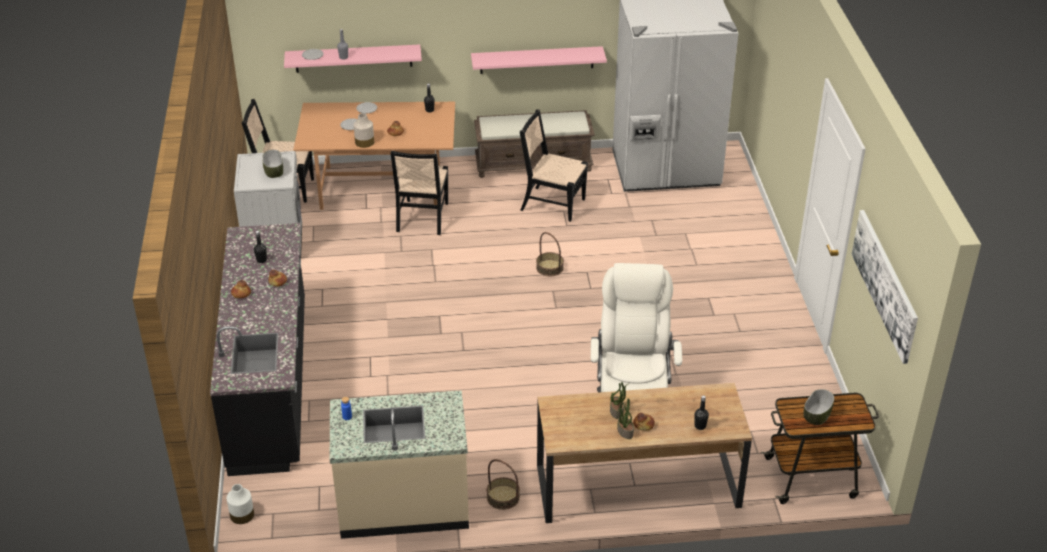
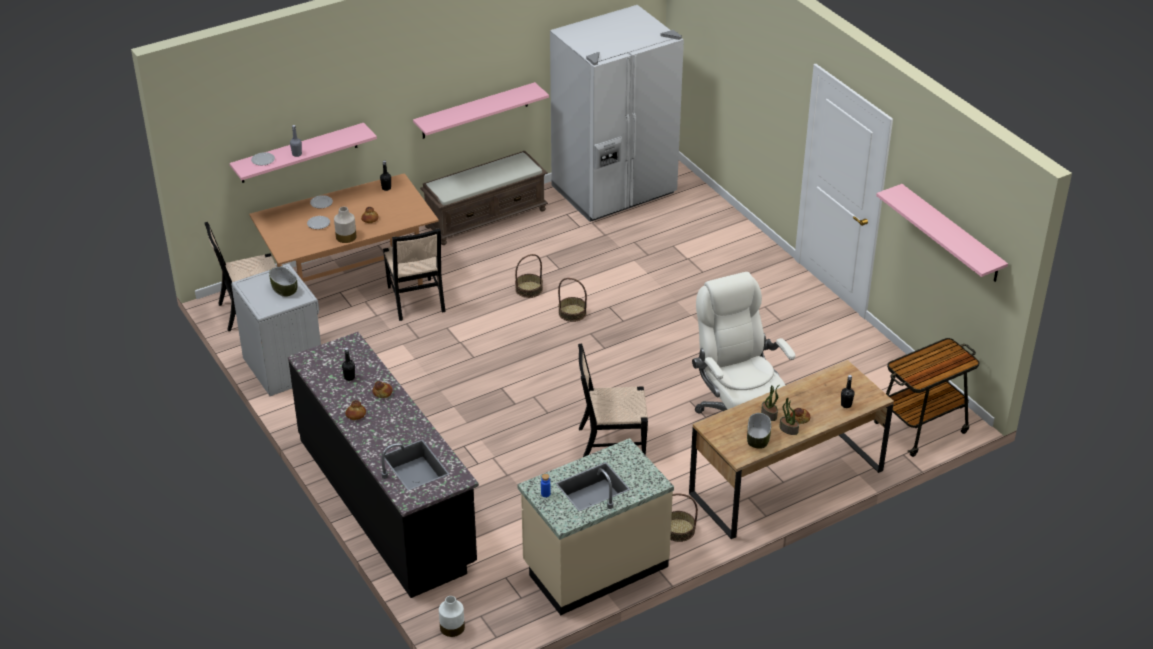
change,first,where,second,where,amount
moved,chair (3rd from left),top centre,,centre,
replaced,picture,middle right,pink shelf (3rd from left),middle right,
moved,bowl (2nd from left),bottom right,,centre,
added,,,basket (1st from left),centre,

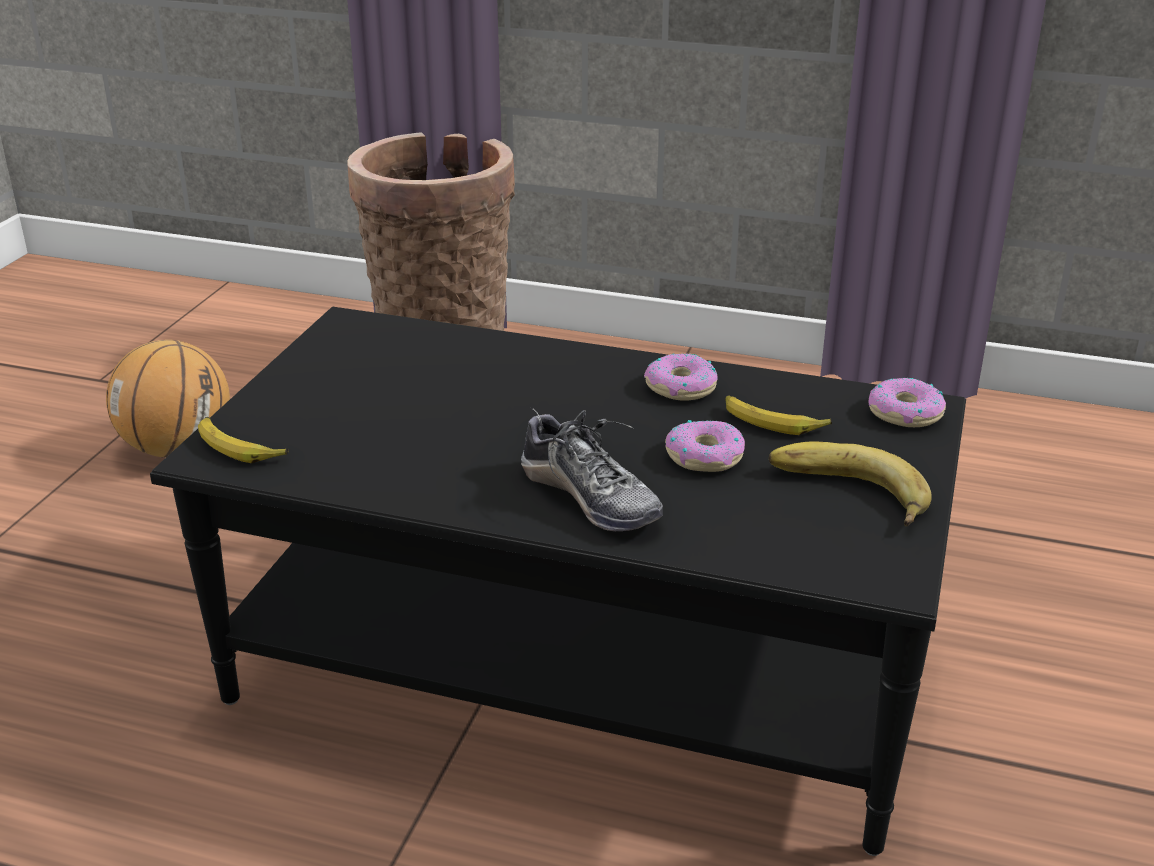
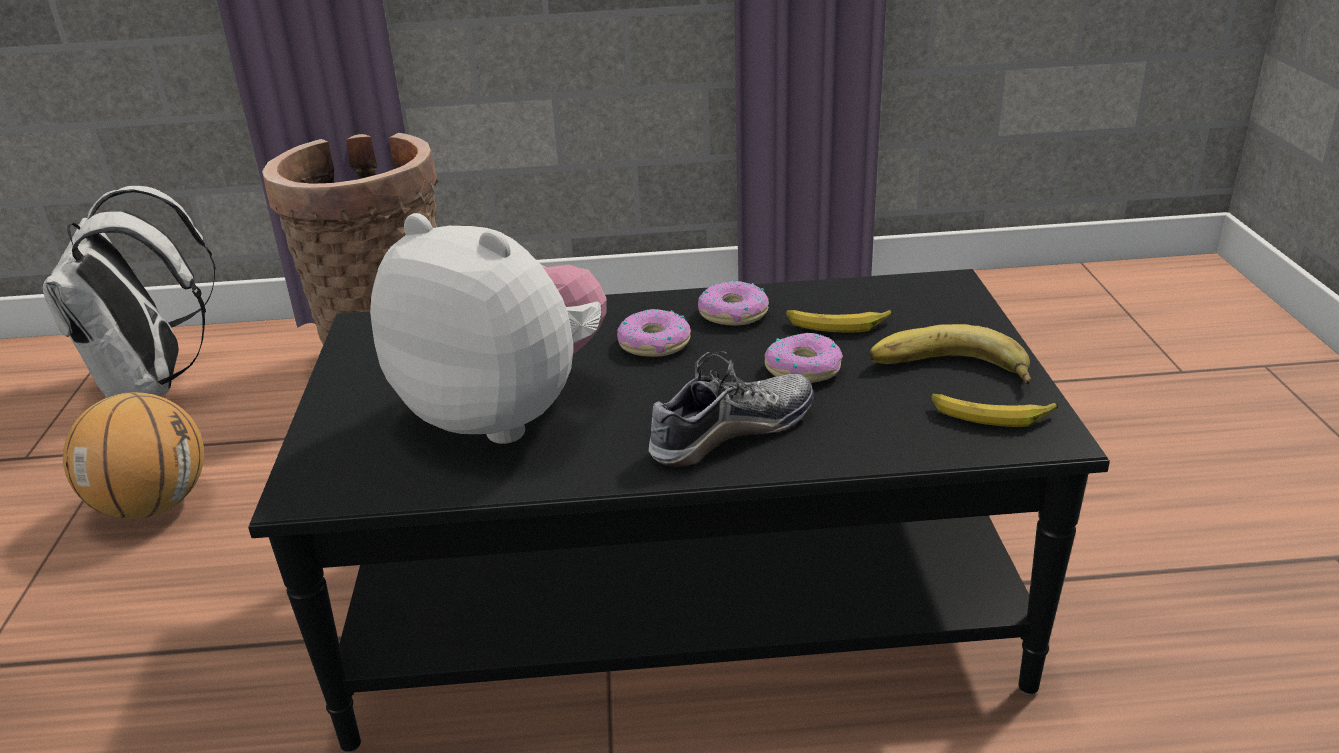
change,first,where,second,where,amount
moved,donut (3rd from left in the first image),middle right,donut (1st from left),centre,
turned,shoe,centre,,centre,60 degrees counterclockwise
moved,banana (1st from left in the first image),middle left,banana (3rd from left),middle right,
added,,,white backpack,middle left,
added,,,plush toy,centre,

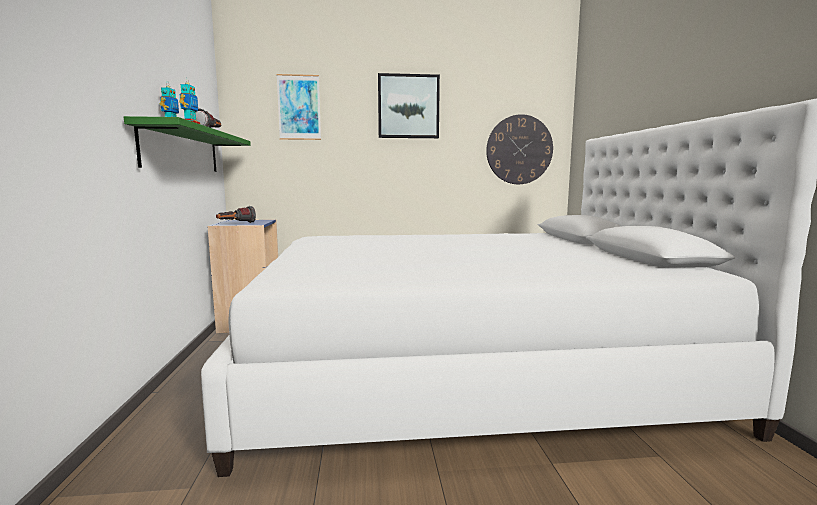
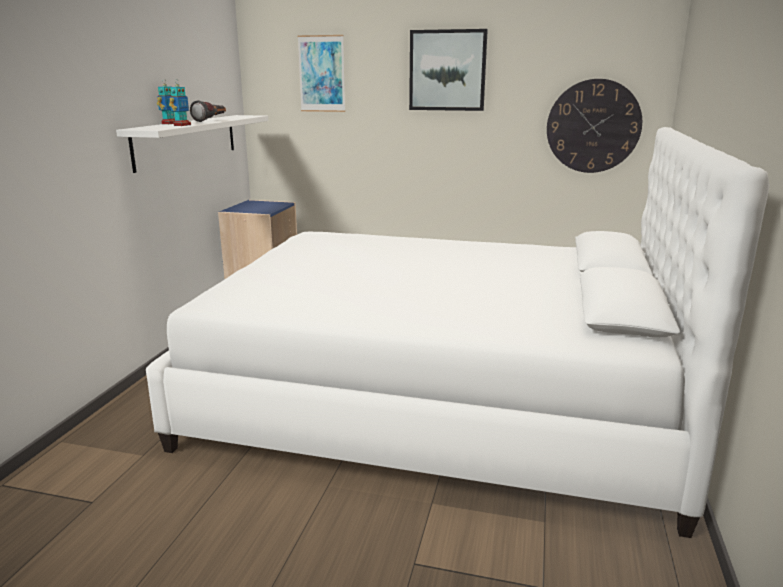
change,first,where,second,where,amount
recoloured,green shelf,top left,white shelf,top left,
removed,flashlight (2nd from left),middle left,,,

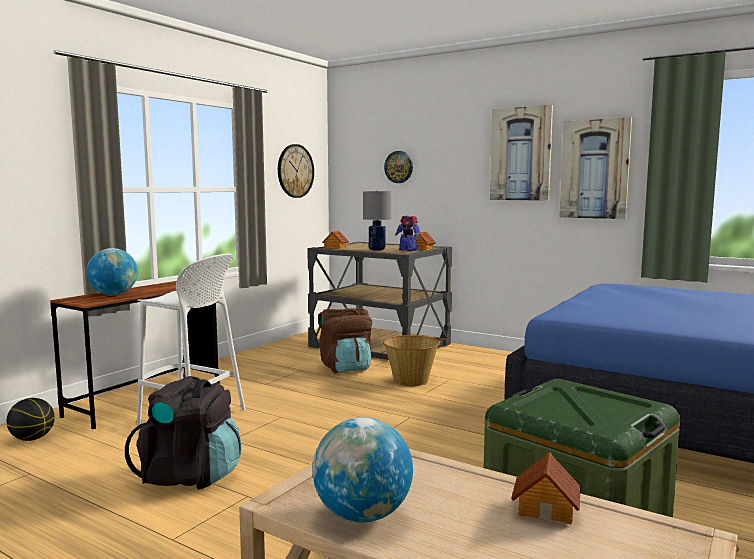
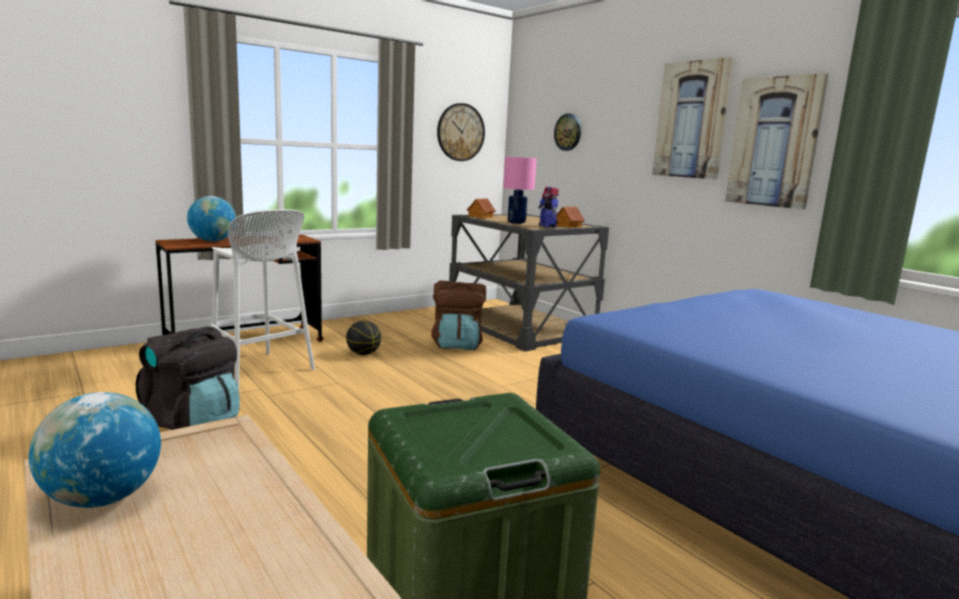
change,first,where,second,where,amount
recoloured,grey table lamp,centre,pink table lamp,top centre,
removed,basket,centre,,,
moved,basketball,bottom left,,centre,
removed,toy house (3rd from left),bottom right,,,

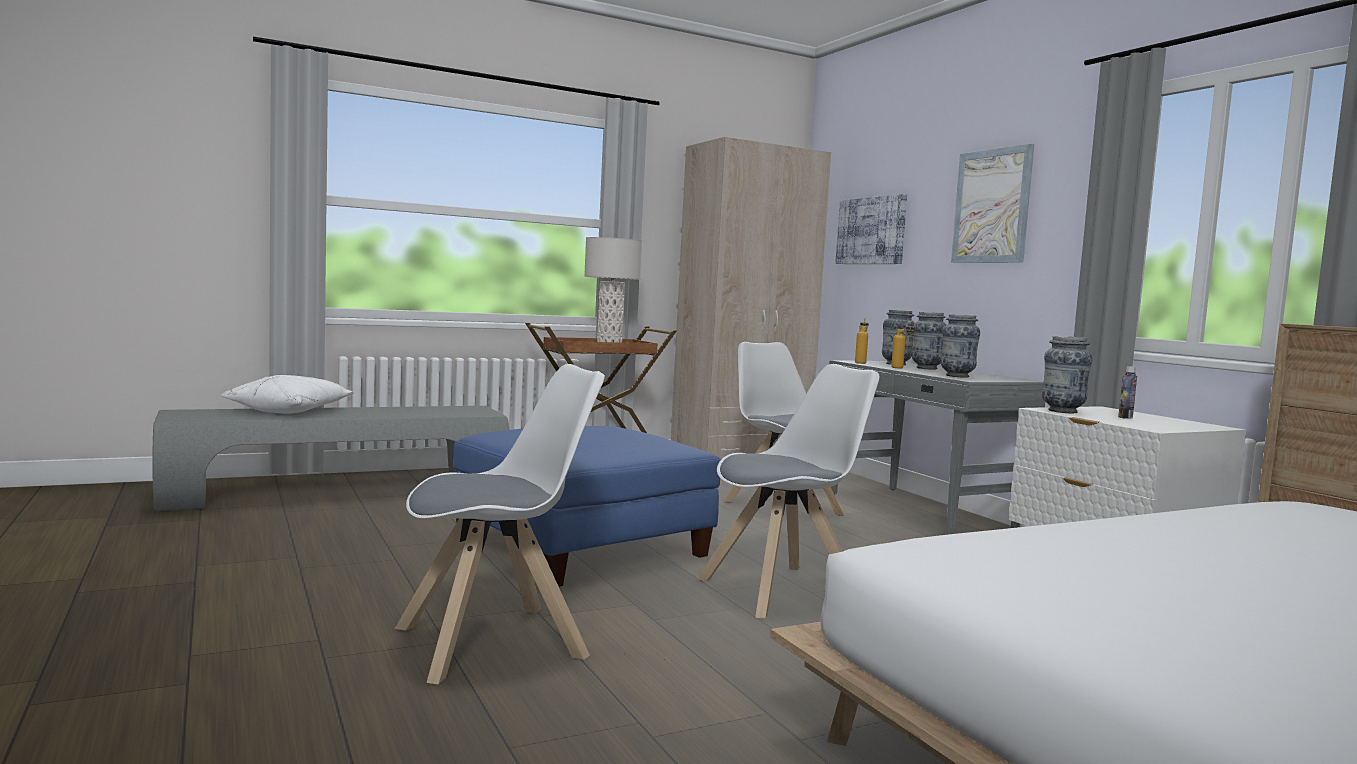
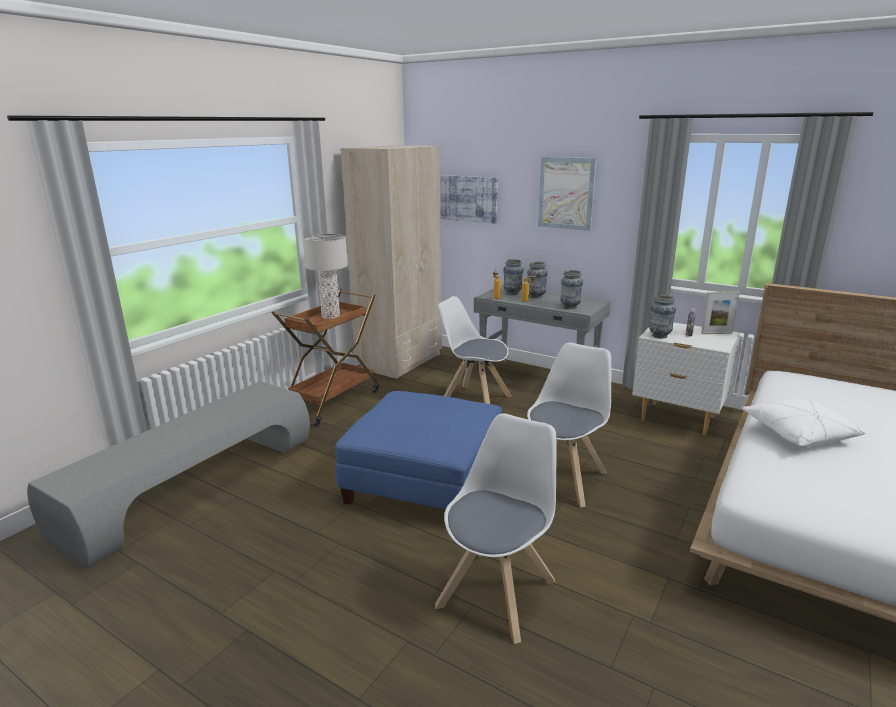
change,first,where,second,where,amount
moved,white pillow,middle left,,middle right,
added,,,picture frame,middle right,

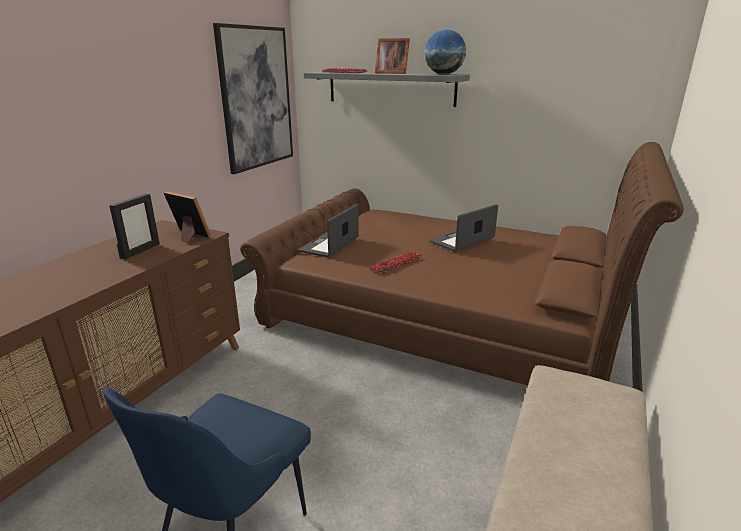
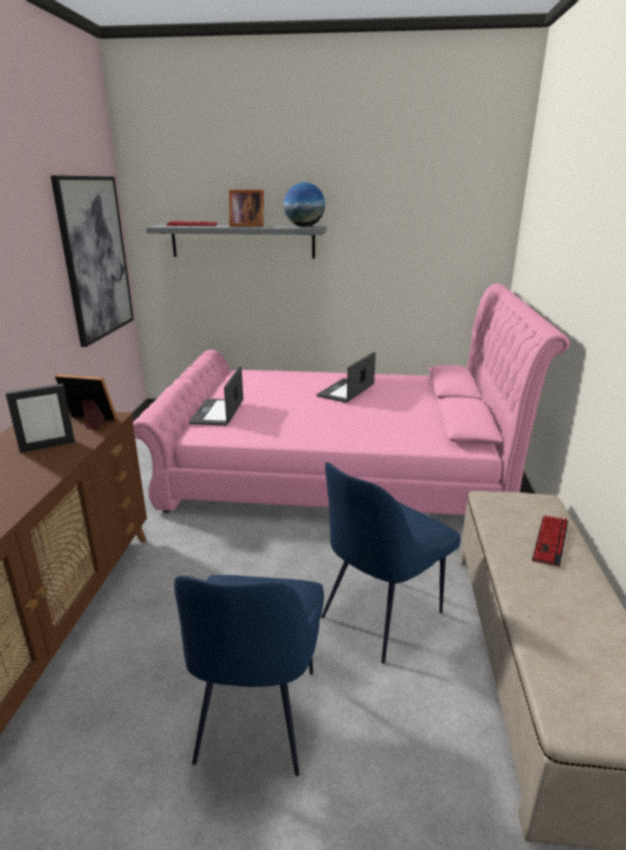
change,first,where,second,where,amount
recoloured,brown bed,centre,pink bed,centre,
turned,picture frame (1st from left),middle left,,middle left,60 degrees clockwise
moved,keyboard (2nd from left),centre,,middle right,
added,,,blue chair (2nd from left),centre,

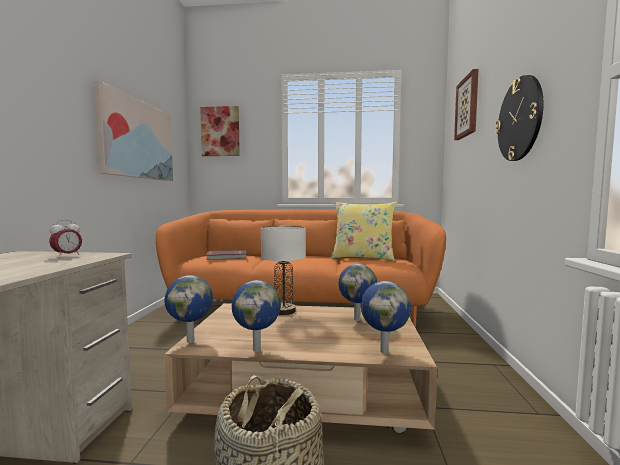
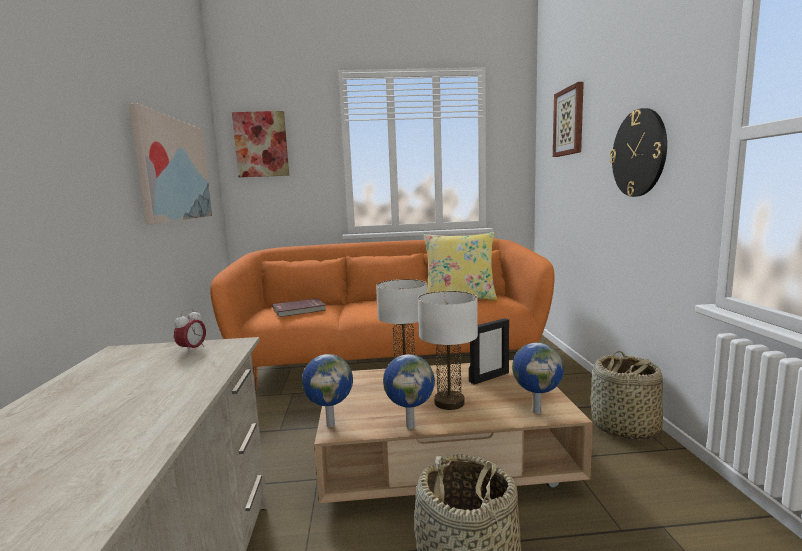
change,first,where,second,where,amount
replaced,globe (3rd from left),centre,picture frame,centre,
added,,,table lamp (2nd from left),centre,
added,,,basket (2nd from left),bottom right,

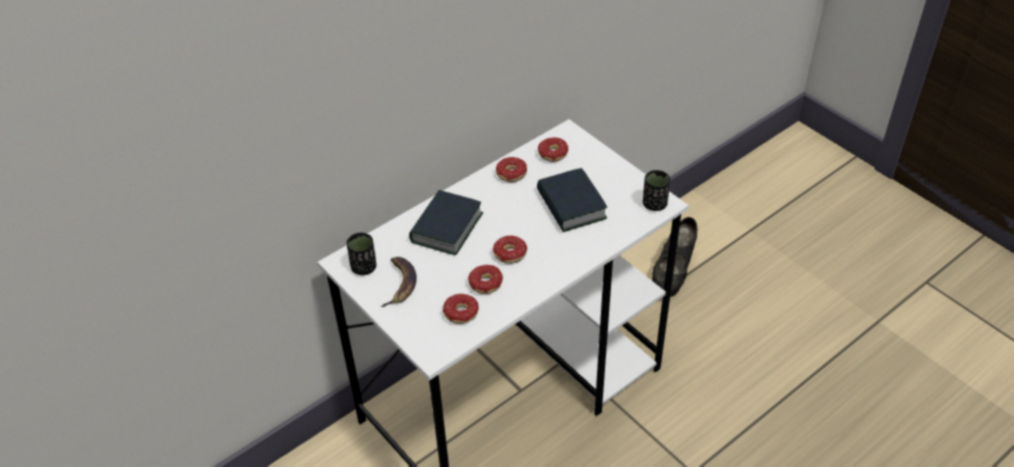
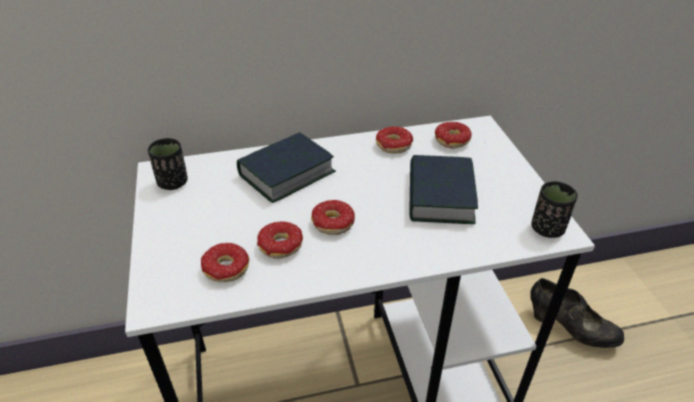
change,first,where,second,where,amount
turned,black shoe,centre,,bottom right,105 degrees counterclockwise
removed,banana,centre,,,

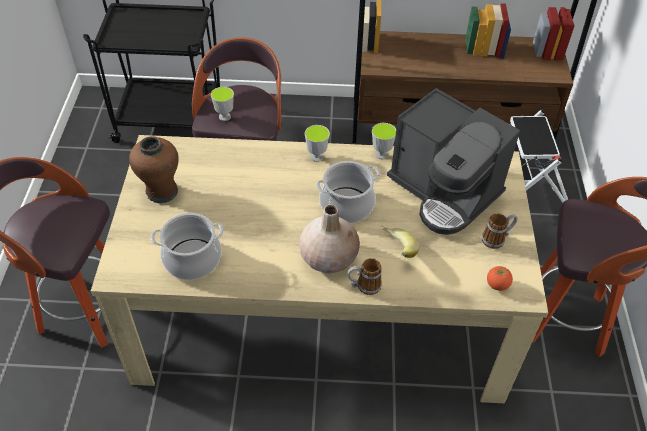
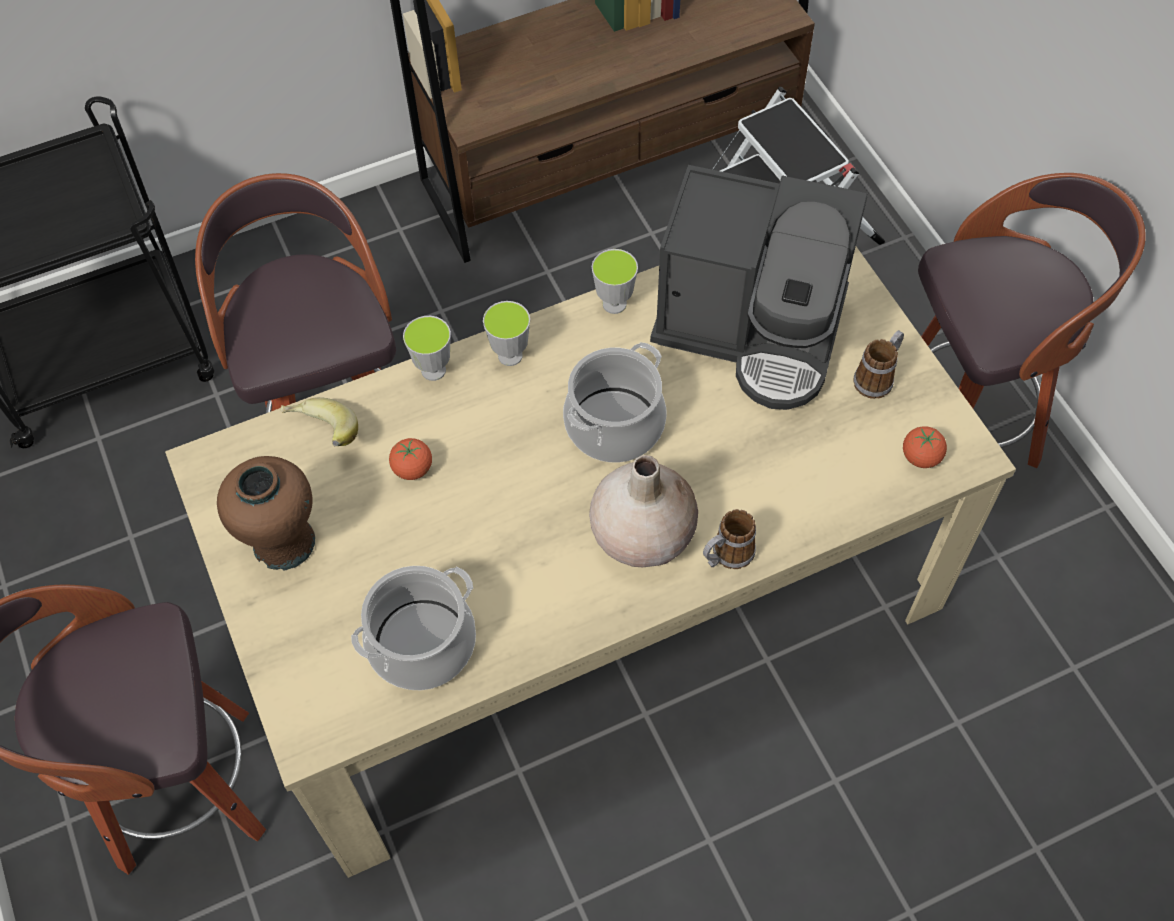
change,first,where,second,where,amount
moved,cup (1st from left),top centre,,centre,
moved,banana,centre,,middle left,
added,,,tomato (1st from left),centre,

